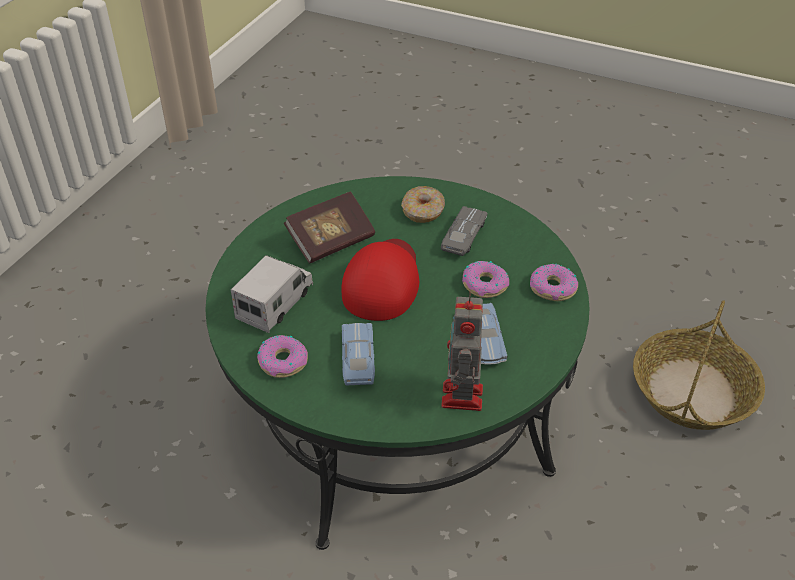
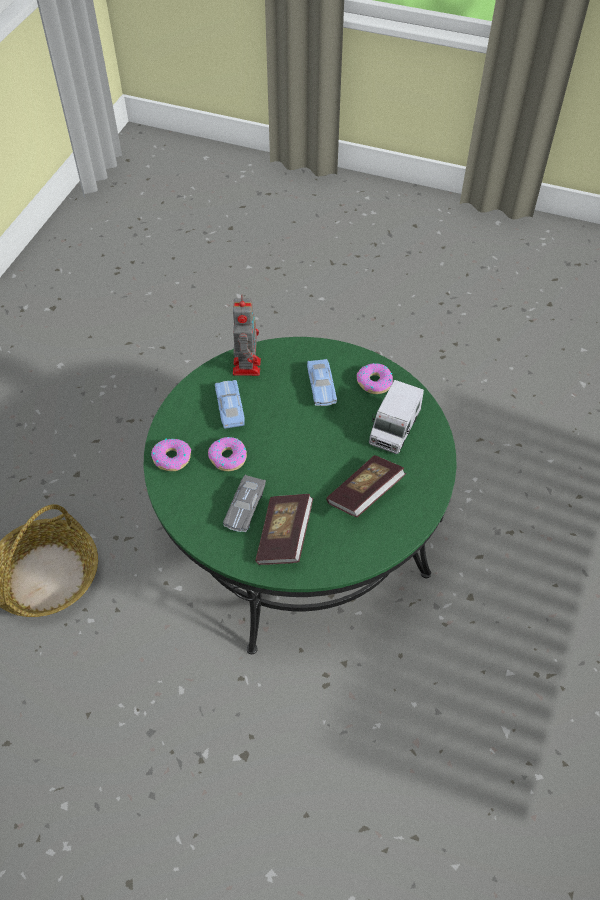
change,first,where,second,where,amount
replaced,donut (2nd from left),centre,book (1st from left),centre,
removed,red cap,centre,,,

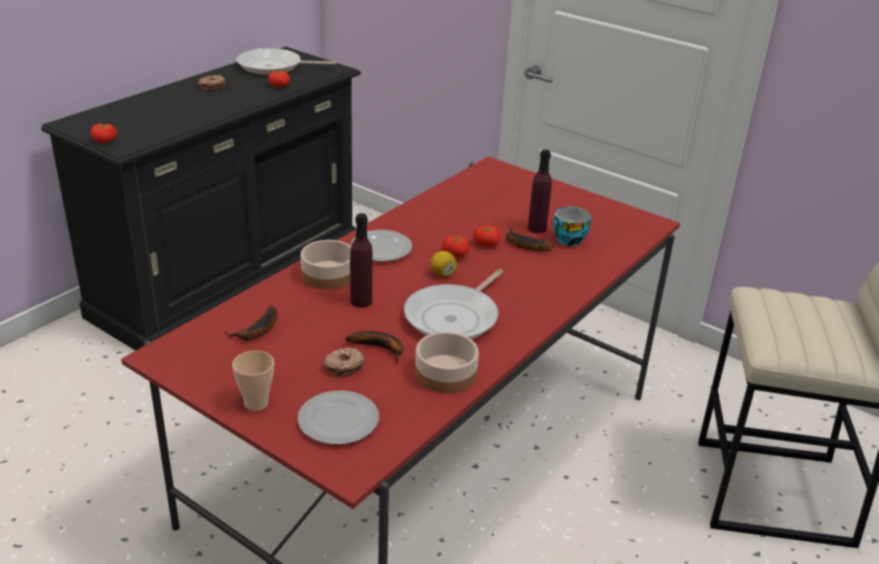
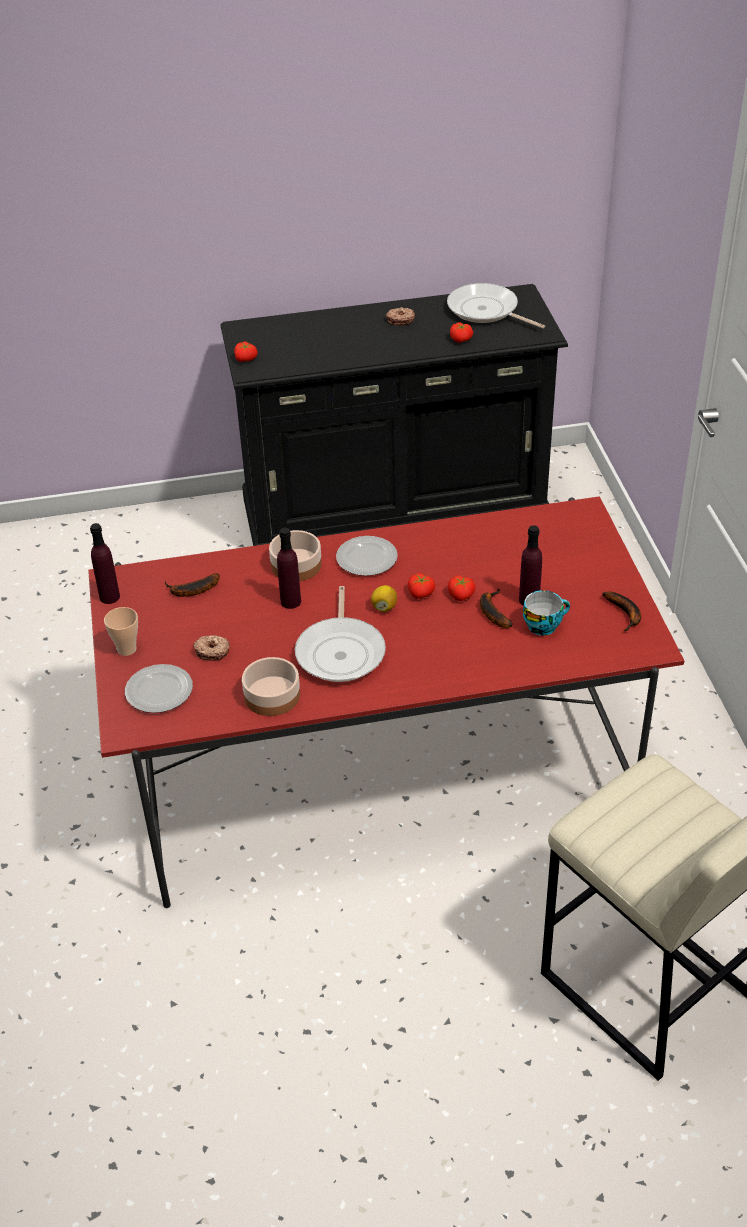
change,first,where,second,where,amount
turned,frying pan (2nd from left in the first image),centre,frying pan (1st from left),centre,75 degrees counterclockwise
moved,banana (2nd from left in the first image),centre,banana (3rd from left),middle right,
added,,,purple bottle (1st from left),middle left,

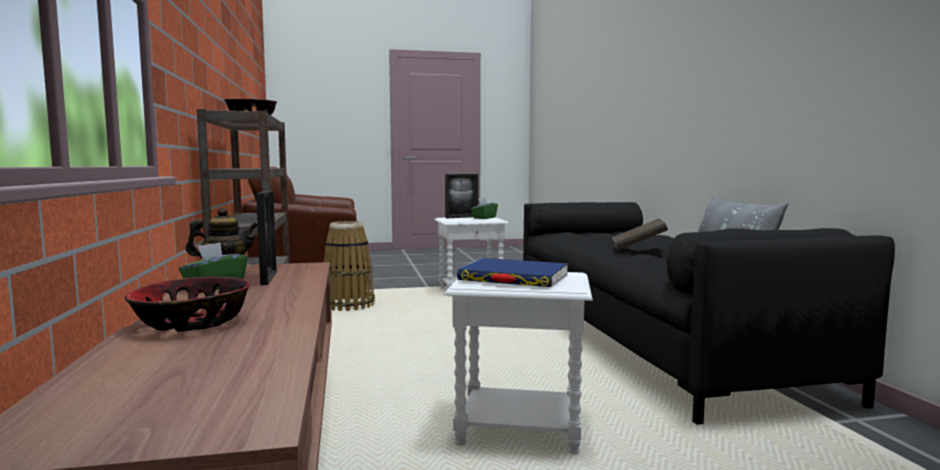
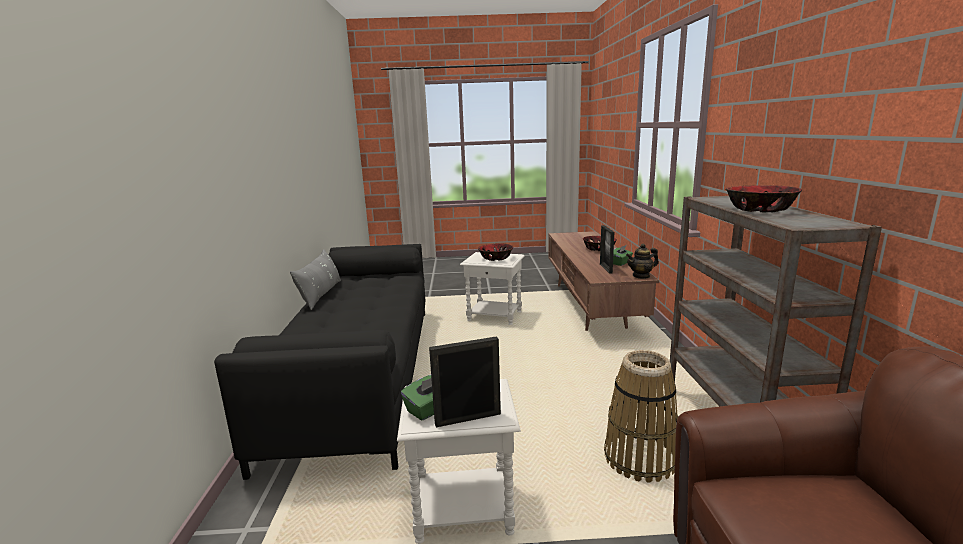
change,first,where,second,where,amount
removed,brown book,middle right,,,
replaced,blue book,centre,bowl (1st from left),centre,

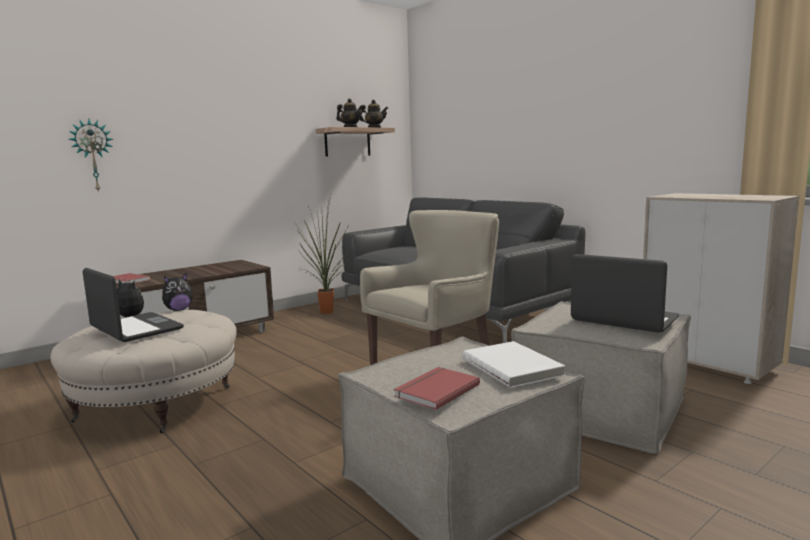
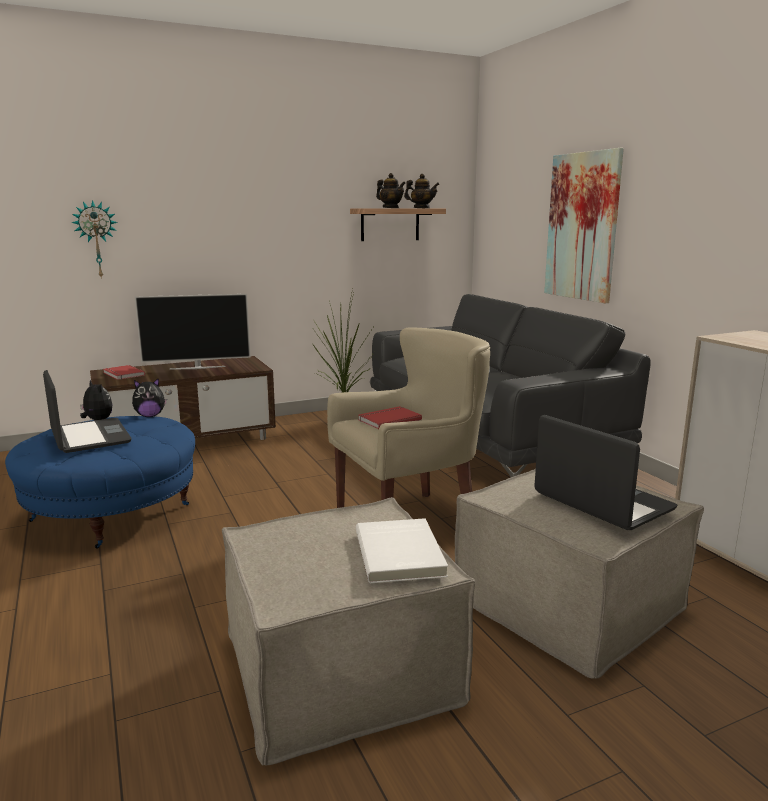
change,first,where,second,where,amount
recoloured,beige ottoman (1st from left),bottom left,blue ottoman,middle left,
moved,red book (2nd from left),bottom centre,,centre,
added,,,picture,top right,
added,,,television,middle left,

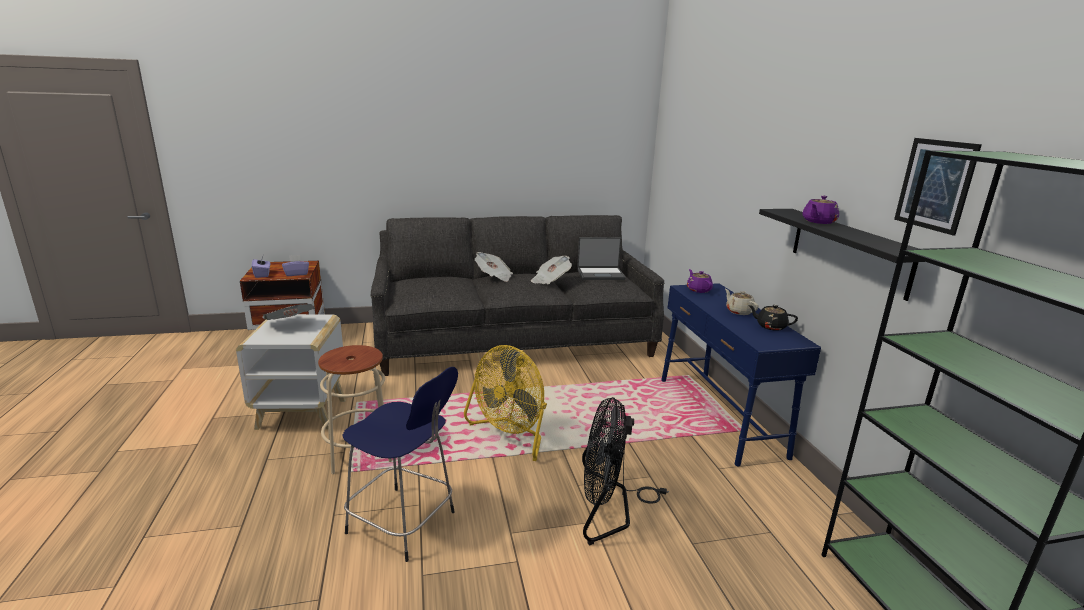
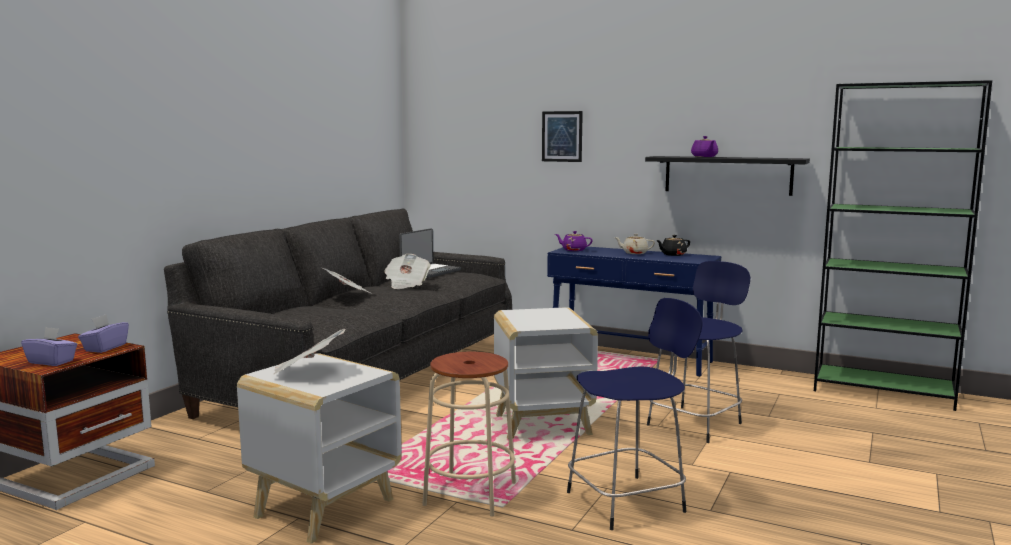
change,first,where,second,where,amount
moved,picture,top right,,top centre,
replaced,yellow fan,centre,white side table (2nd from left),bottom centre,
replaced,black fan,bottom centre,blue stool (2nd from left),middle right,

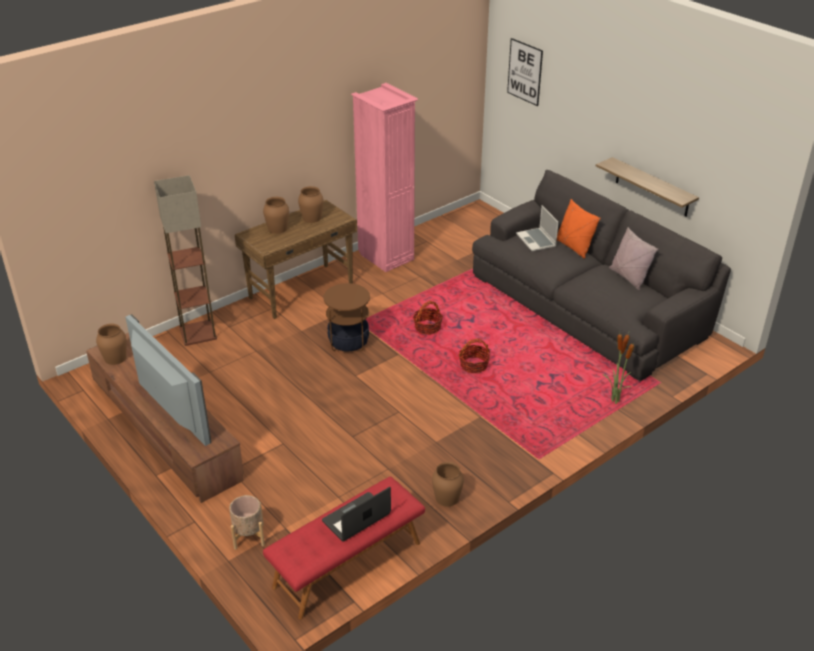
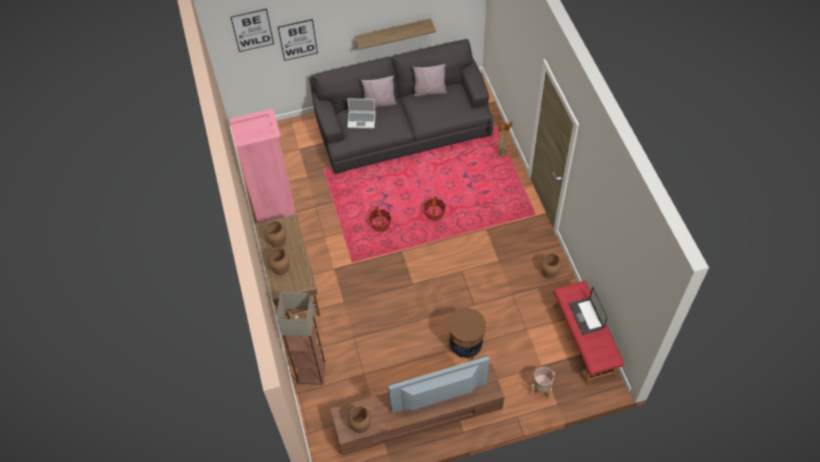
change,first,where,second,where,amount
recoloured,orange pillow,middle right,purple pillow (1st from left),top centre,
moved,brown side table,centre,,bottom centre,
added,,,picture (2nd from left),top centre,

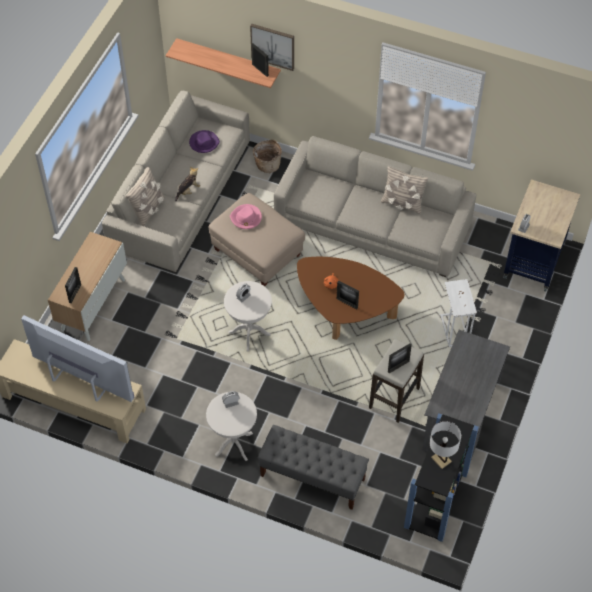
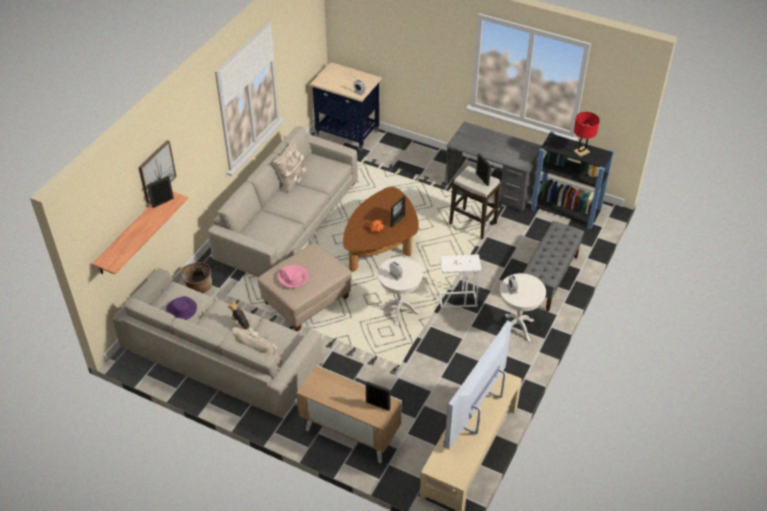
change,first,where,second,where,amount
moved,white side table (3rd from left in the first image),middle right,white side table (2nd from left),centre,
recoloured,white table lamp,bottom right,red table lamp,top right,

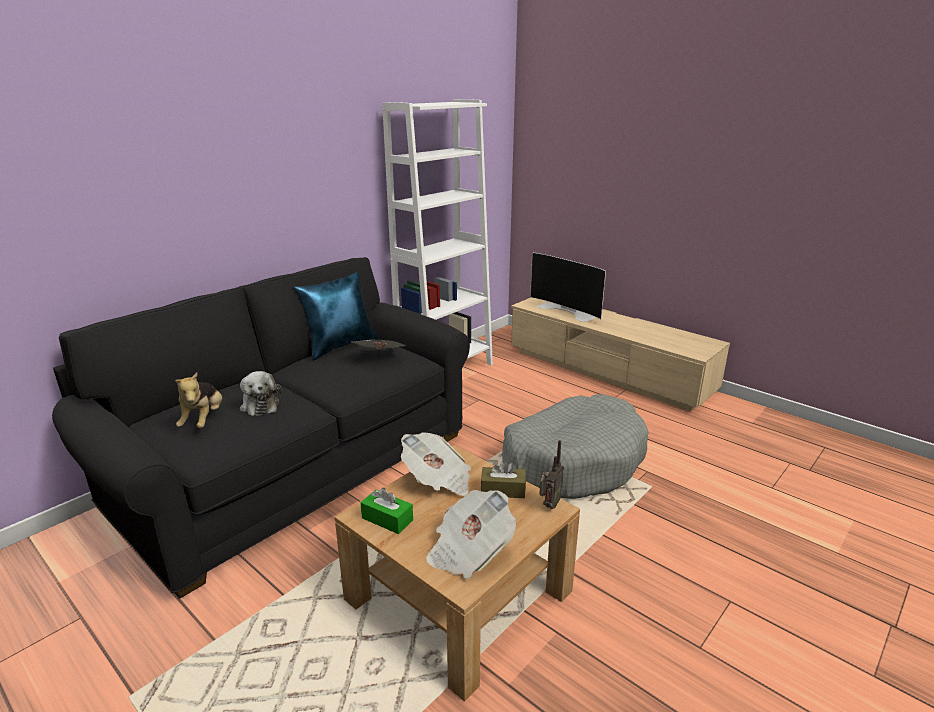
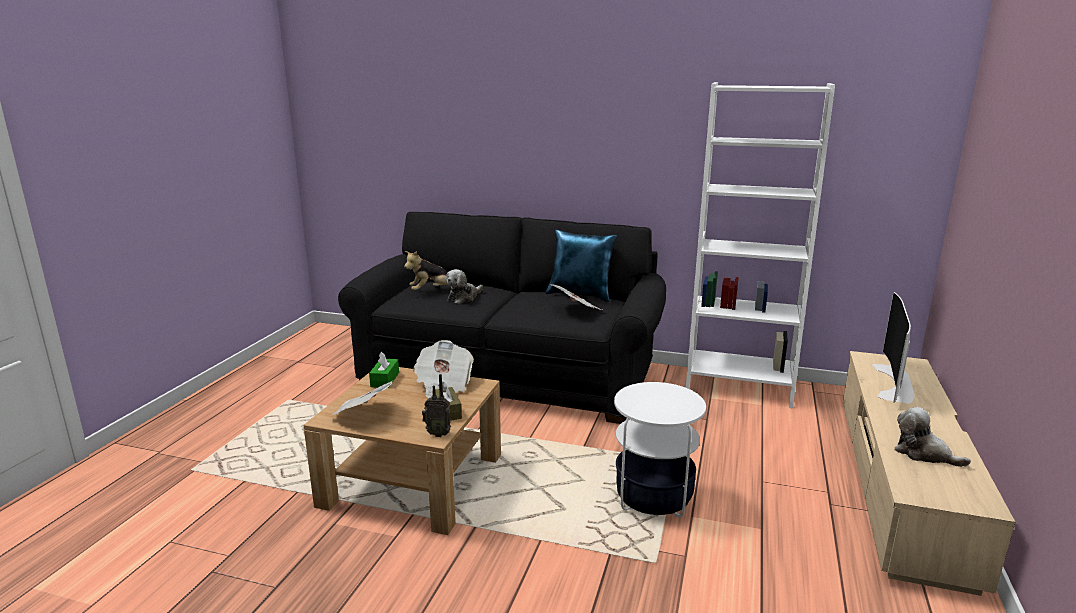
change,first,where,second,where,amount
replaced,grey dog bed,centre,white side table,bottom centre,
added,,,plush toy (3rd from left),bottom right,

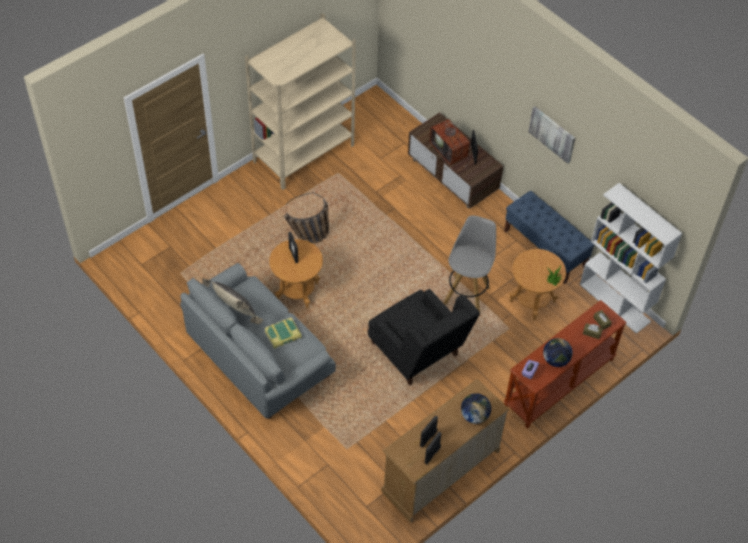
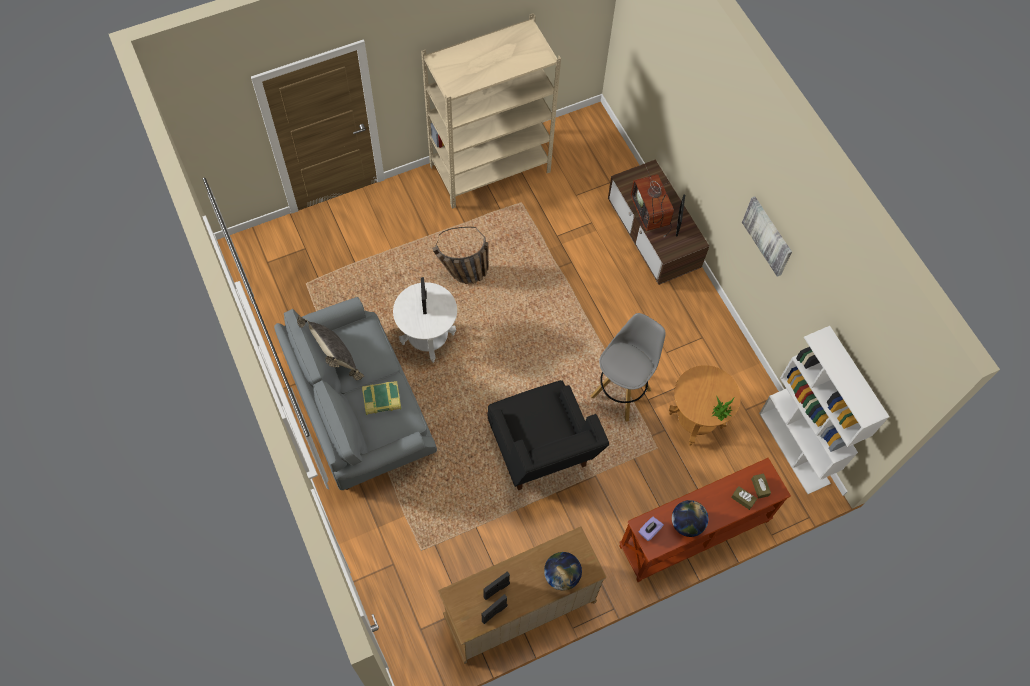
change,first,where,second,where,amount
removed,blue bench,middle right,,,
recoloured,brown side table (1st from left),centre,white side table,centre,

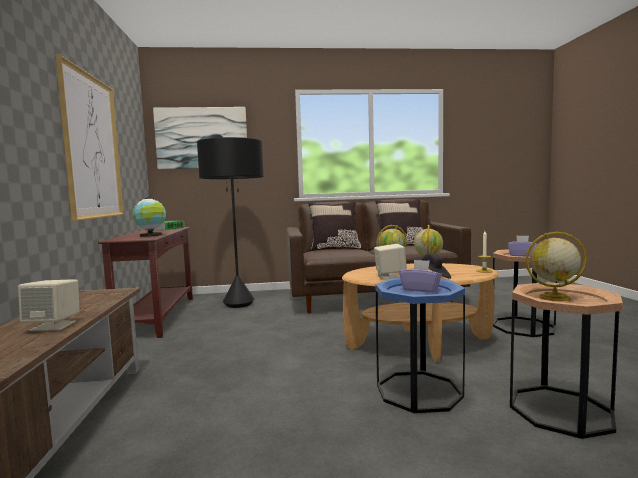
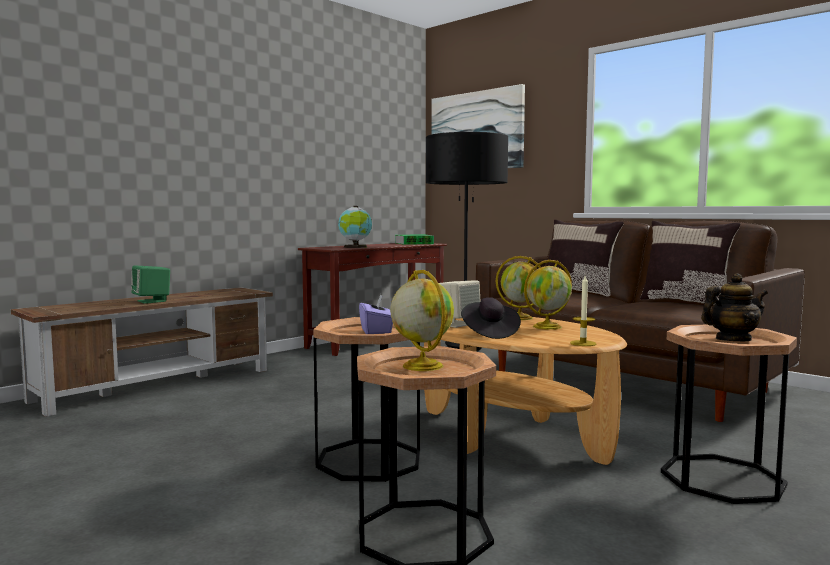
change,first,where,second,where,amount
removed,picture (1st from left),top left,,,
replaced,purple tissue box (2nd from left),middle right,teapot,middle right,
recoloured,blue side table,bottom centre,brown side table (1st from left),bottom centre,
recoloured,beige speaker (1st from left),middle left,green speaker,middle left,

